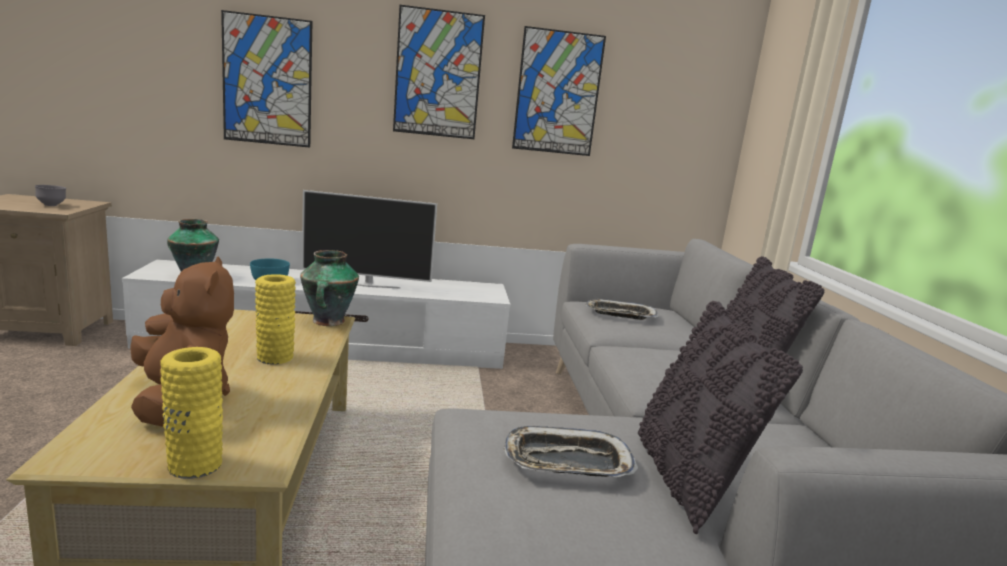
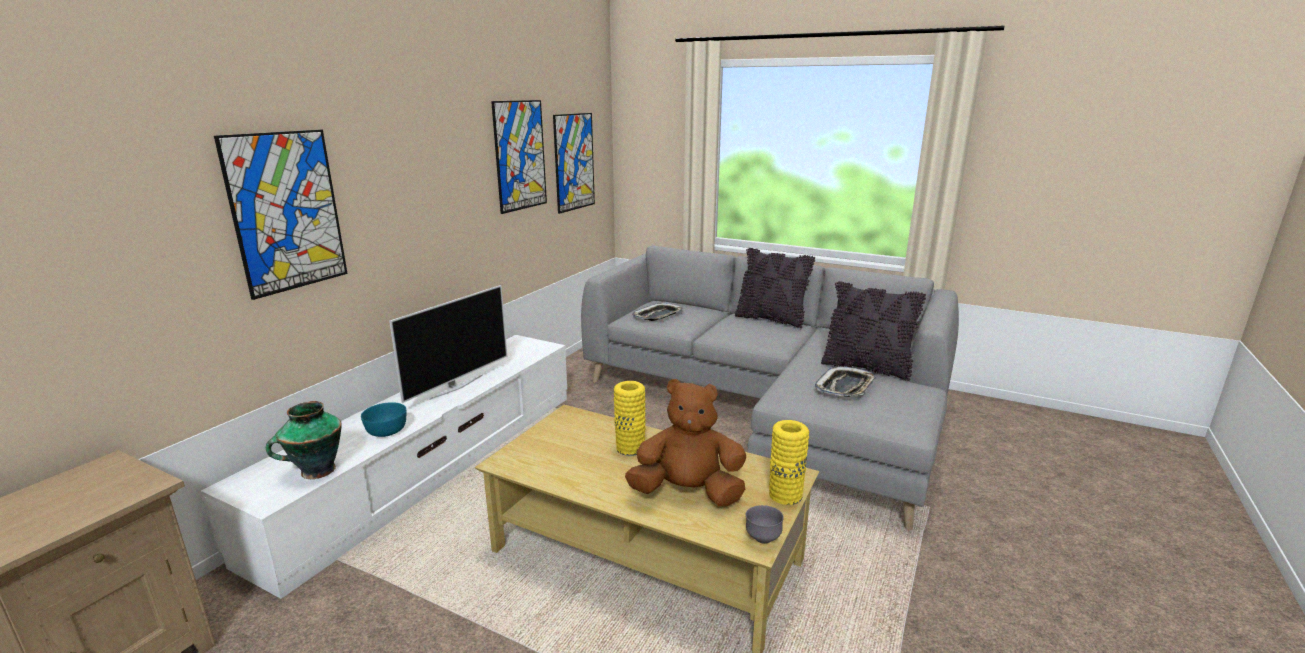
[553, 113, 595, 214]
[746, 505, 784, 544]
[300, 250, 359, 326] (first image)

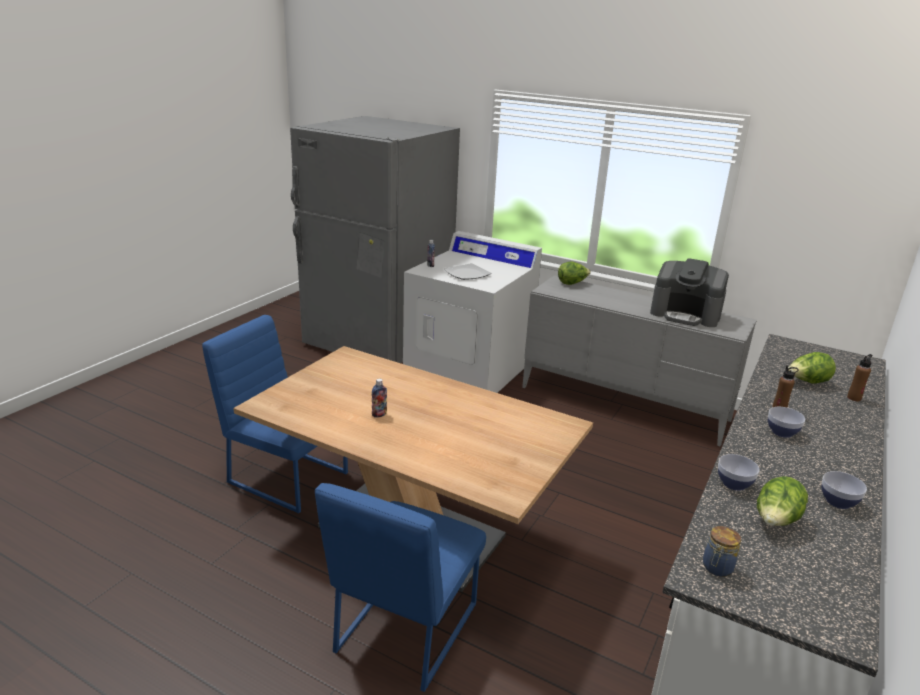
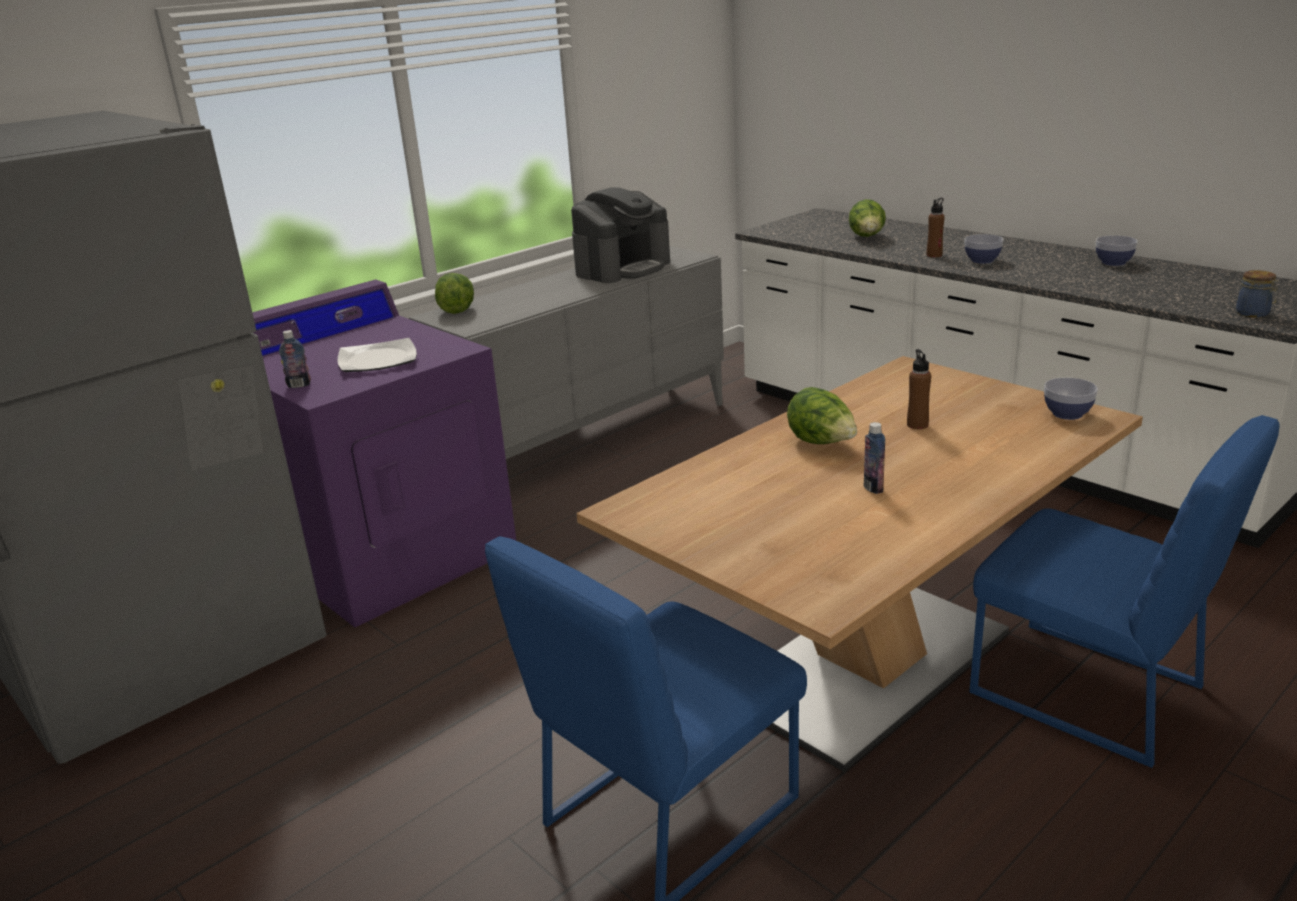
[252, 280, 516, 627]
[907, 349, 931, 429]
[1044, 377, 1098, 420]
[787, 387, 857, 444]

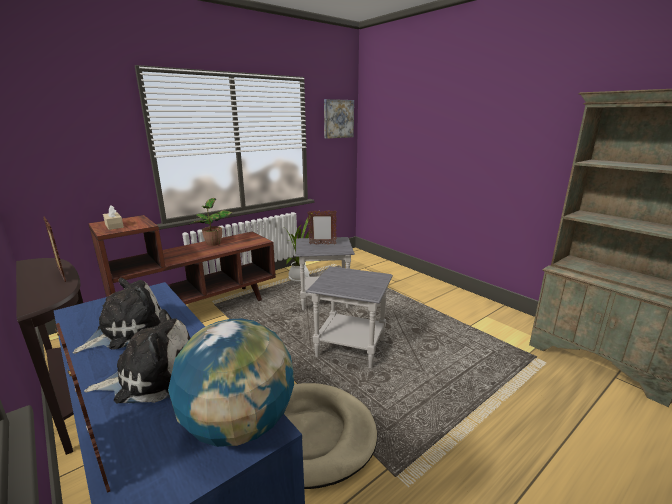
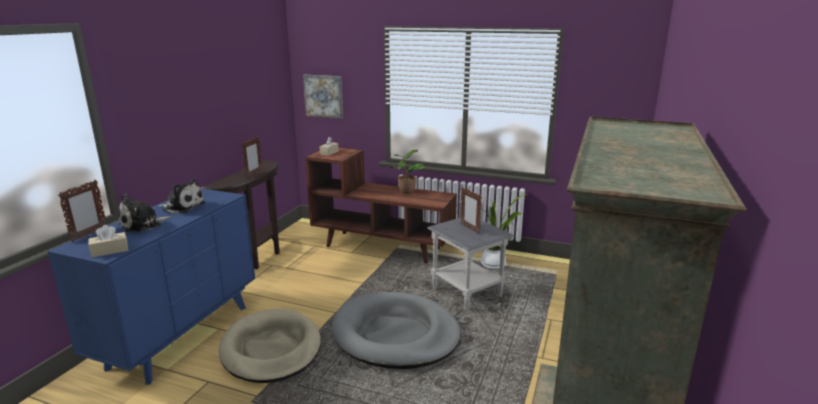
[303, 75, 343, 119]
[331, 292, 461, 369]
[118, 193, 171, 232]
[88, 225, 128, 258]

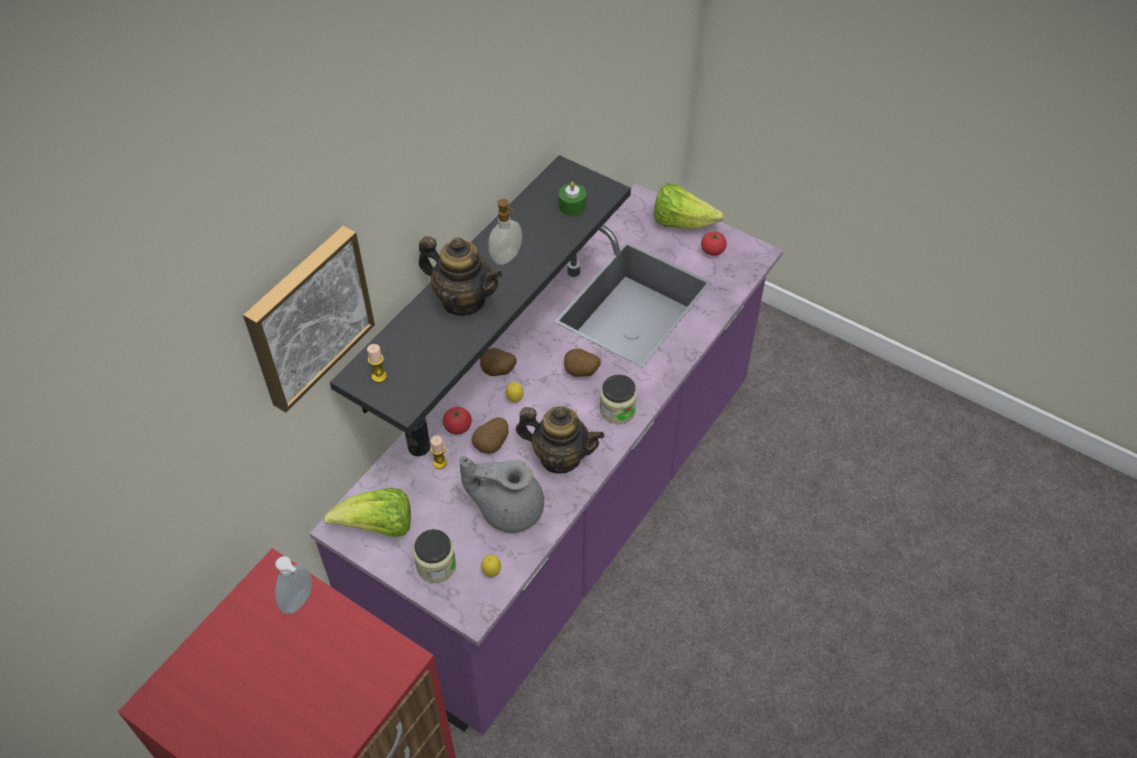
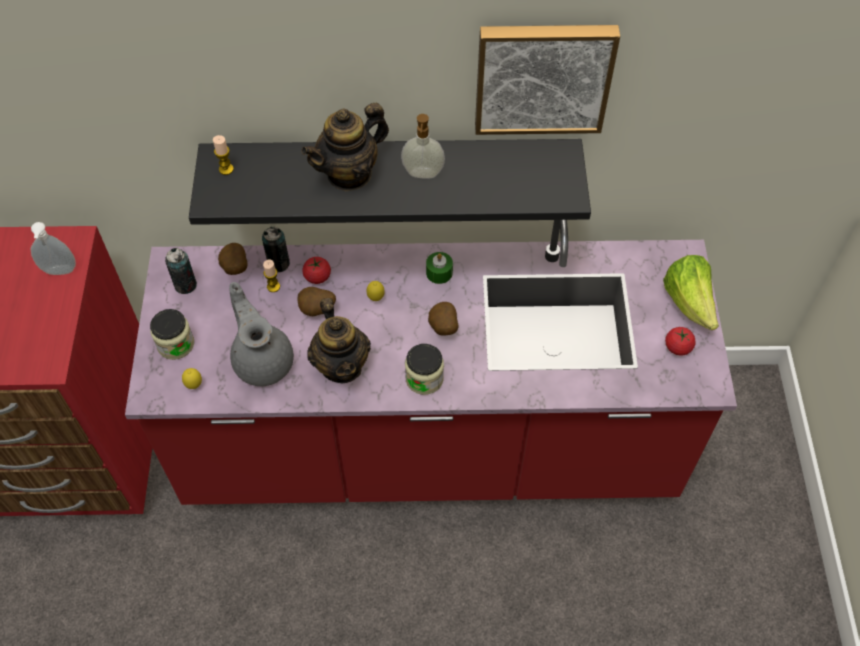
[426, 252, 453, 284]
[125, 220, 737, 505]
[475, 25, 620, 135]
[301, 103, 389, 191]
[218, 243, 248, 275]
[165, 248, 197, 294]

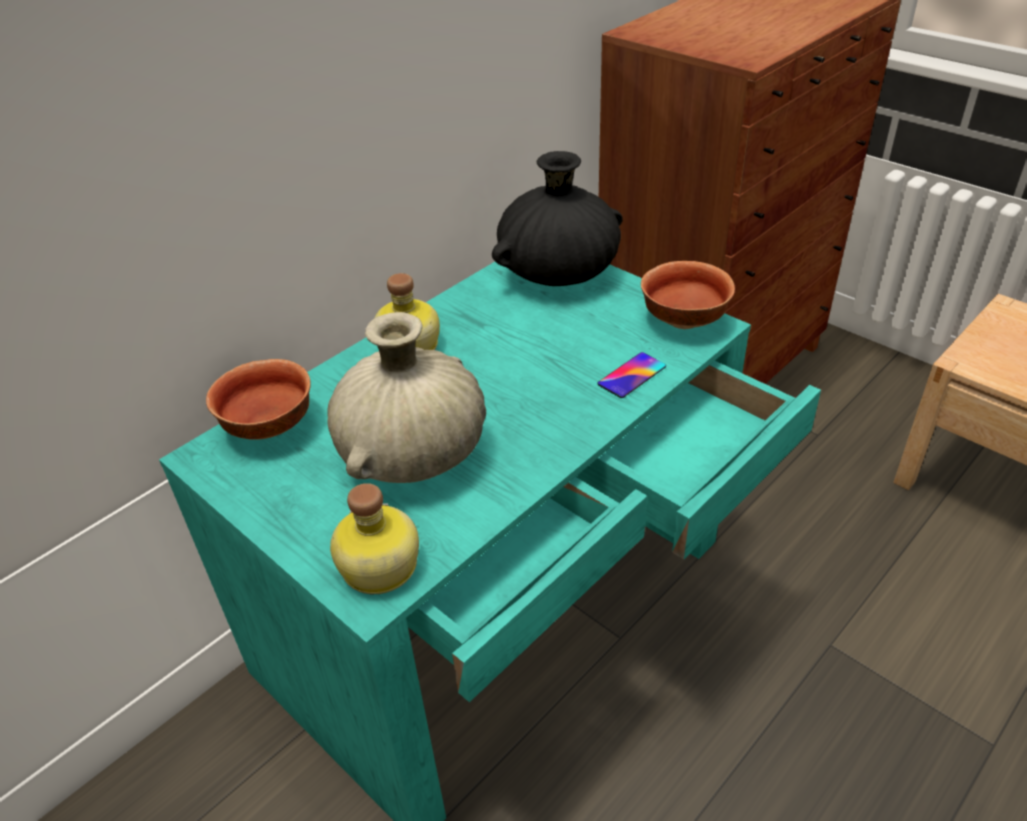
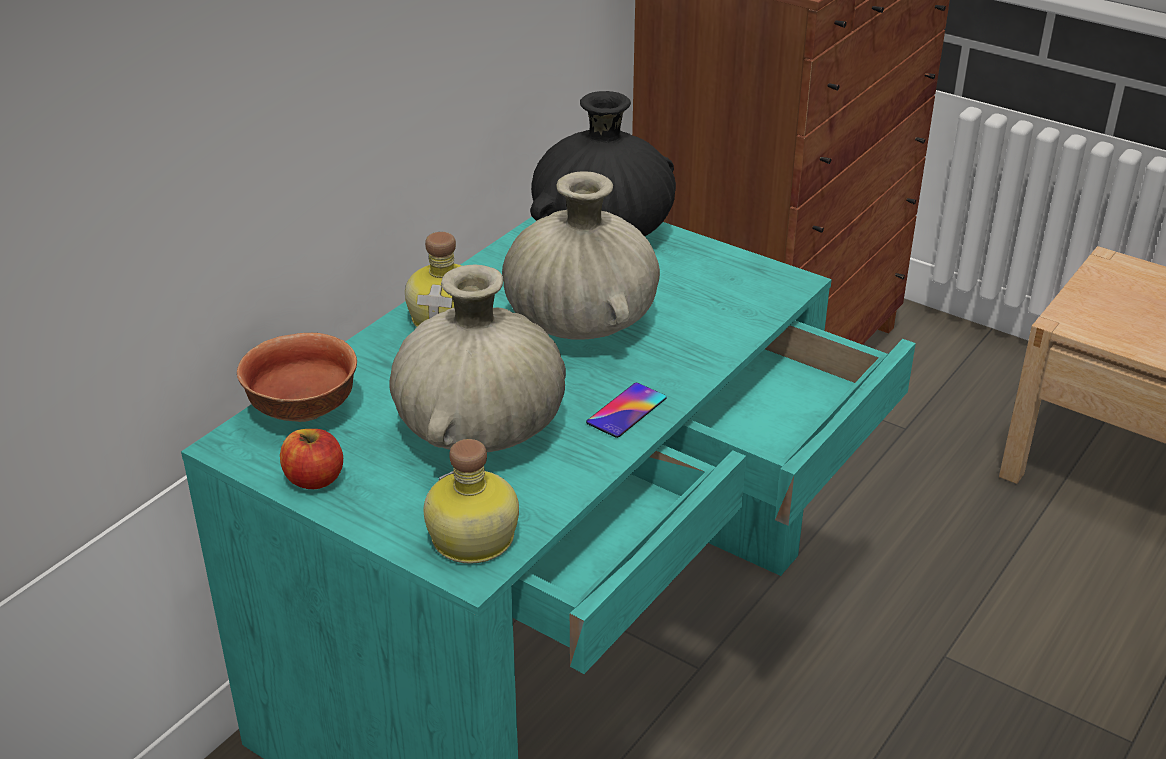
[641, 261, 735, 329] (first image)
[586, 383, 667, 438]
[502, 171, 660, 340]
[280, 429, 343, 489]

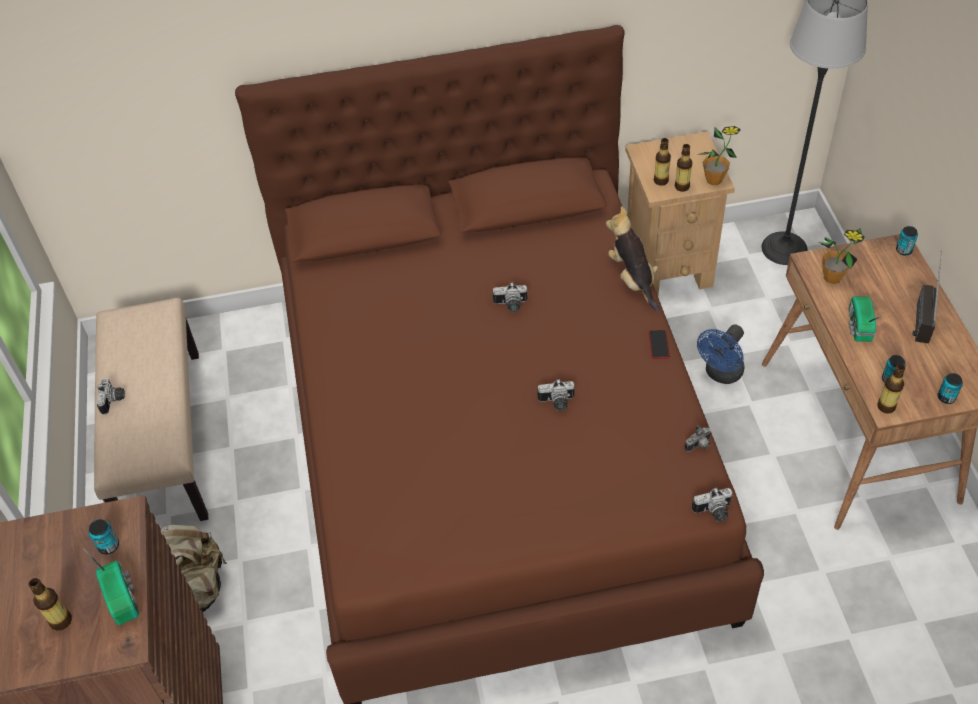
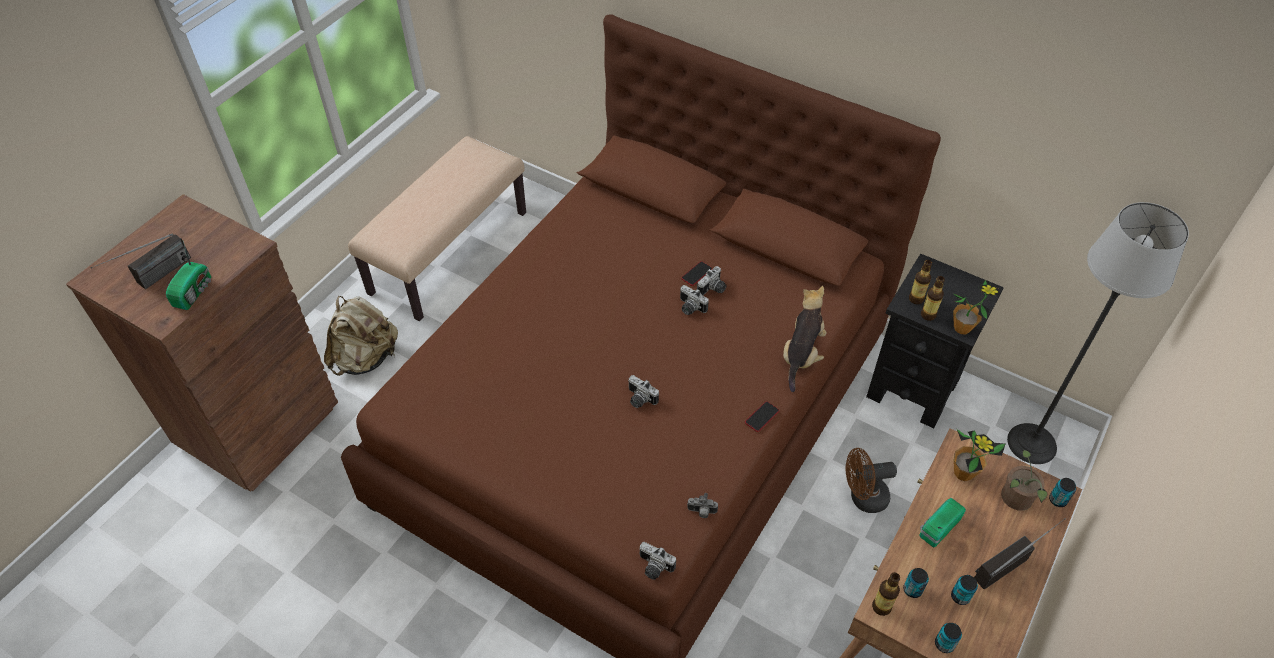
[866, 253, 1004, 428]
[846, 448, 897, 513]
[697, 266, 727, 295]
[951, 575, 978, 605]
[91, 234, 191, 289]
[681, 261, 712, 286]
[1001, 450, 1047, 511]

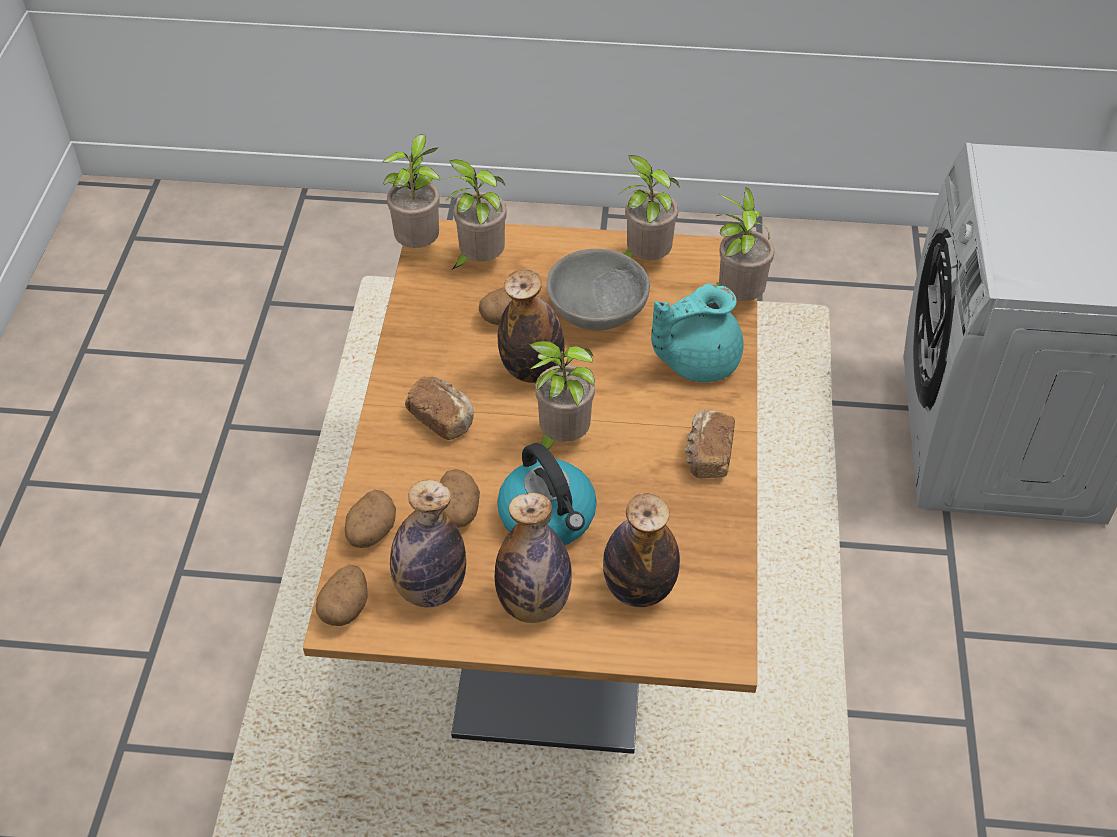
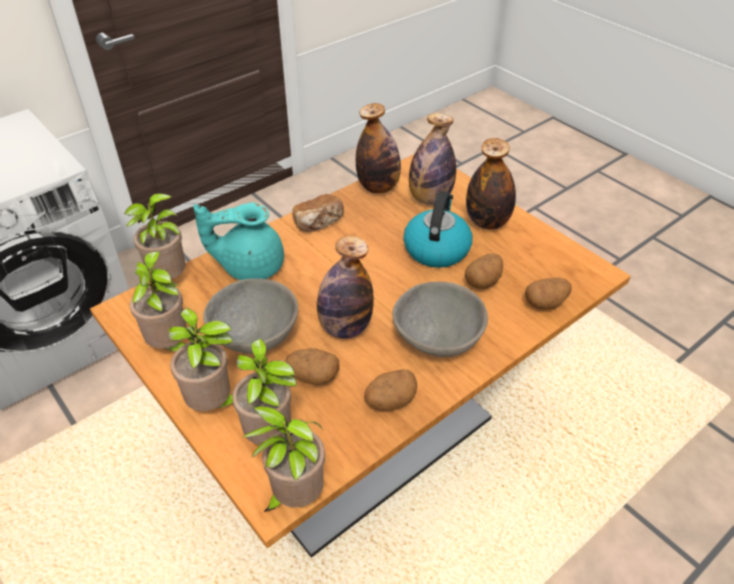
[193, 203, 284, 280]
[169, 308, 233, 411]
[392, 282, 488, 357]
[356, 103, 401, 193]
[364, 369, 417, 411]

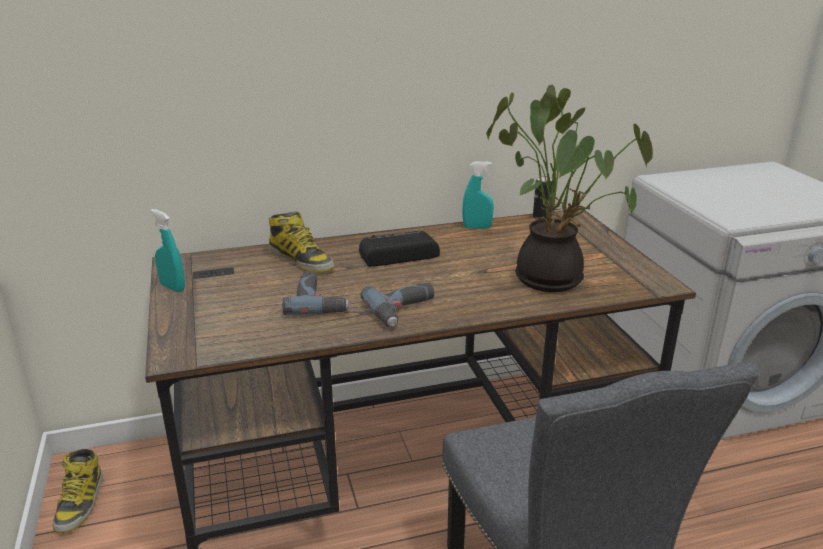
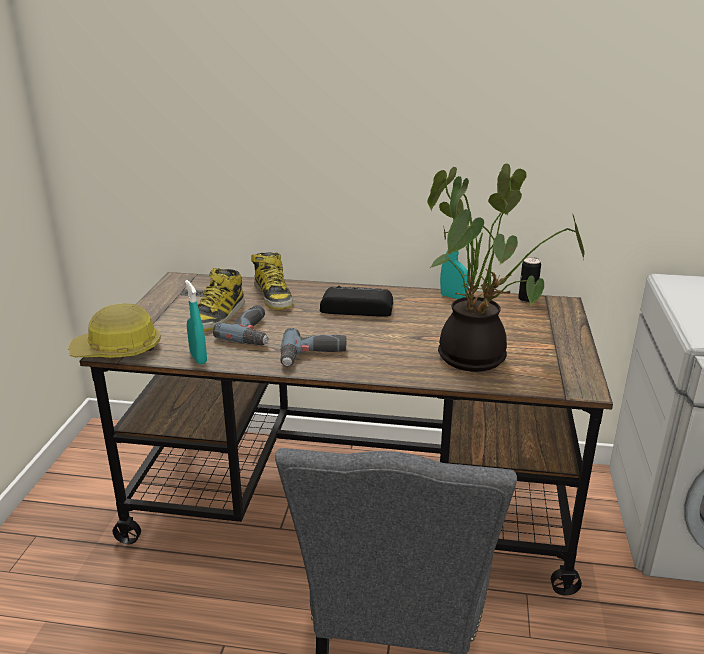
[185, 280, 207, 364]
[198, 268, 245, 331]
[68, 303, 161, 358]

